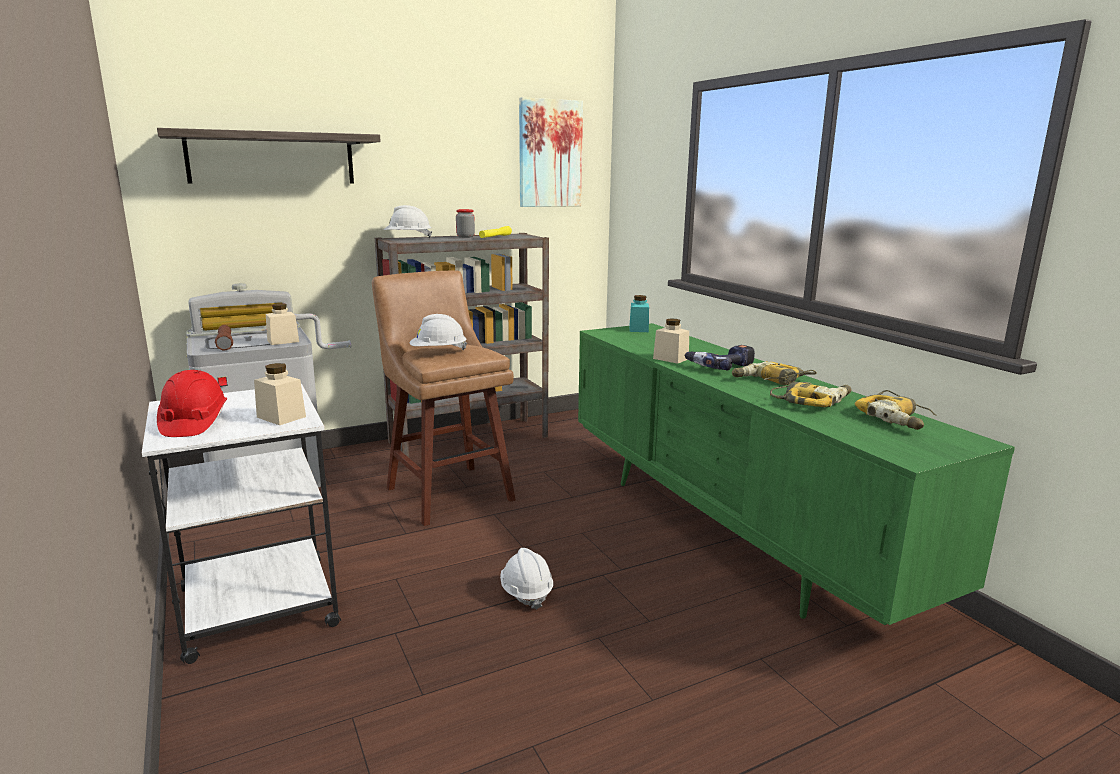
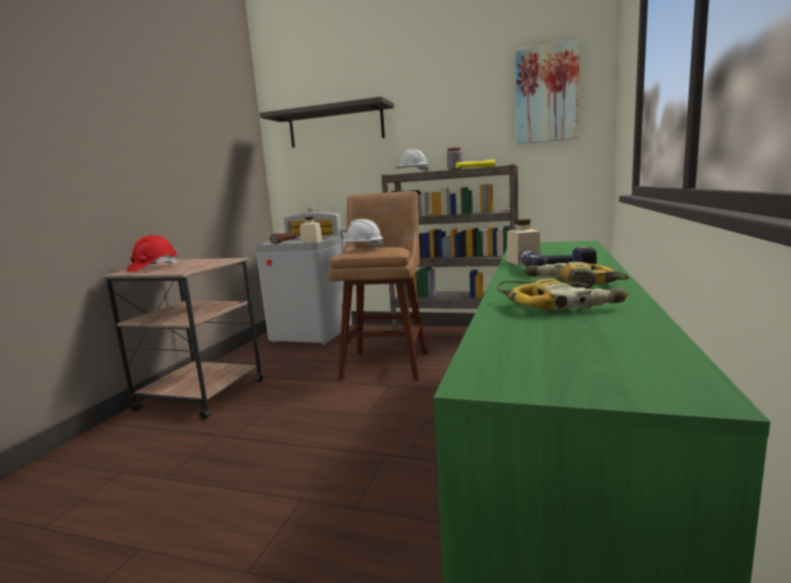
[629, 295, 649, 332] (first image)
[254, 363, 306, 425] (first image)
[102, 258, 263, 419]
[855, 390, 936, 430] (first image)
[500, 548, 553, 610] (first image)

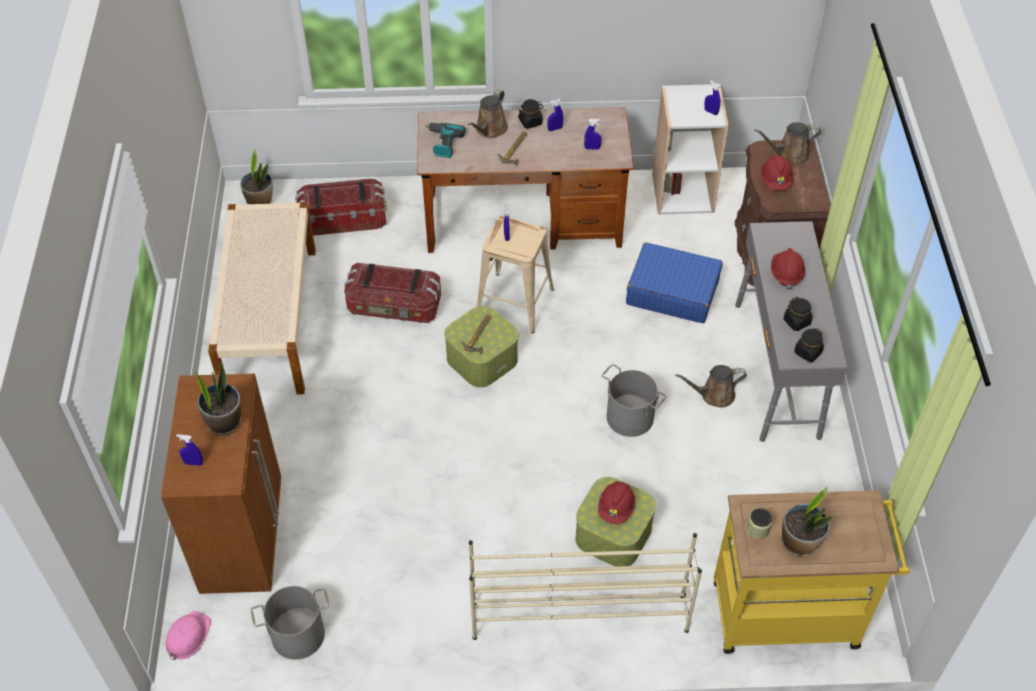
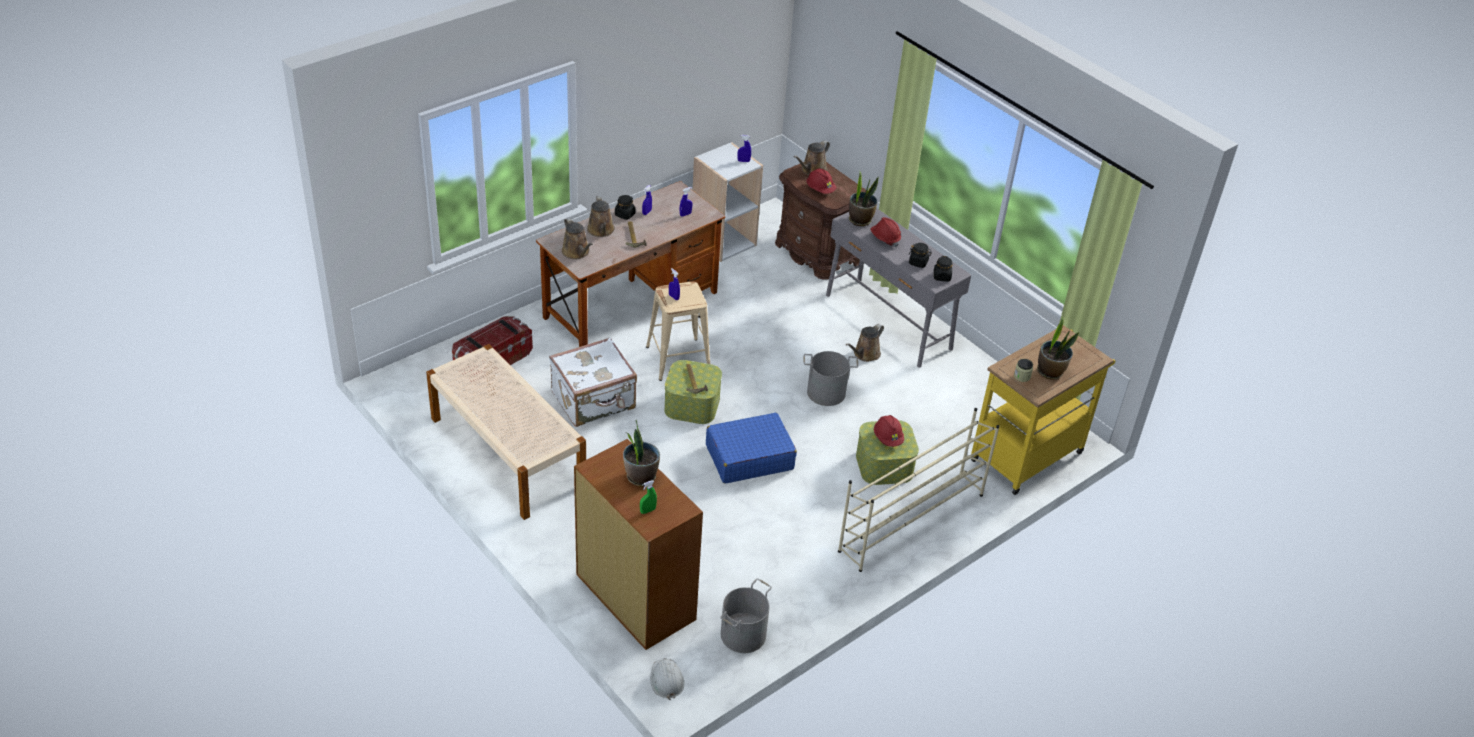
[562, 217, 593, 259]
[849, 170, 879, 226]
[706, 413, 797, 483]
[549, 337, 637, 427]
[640, 480, 657, 514]
[650, 658, 685, 700]

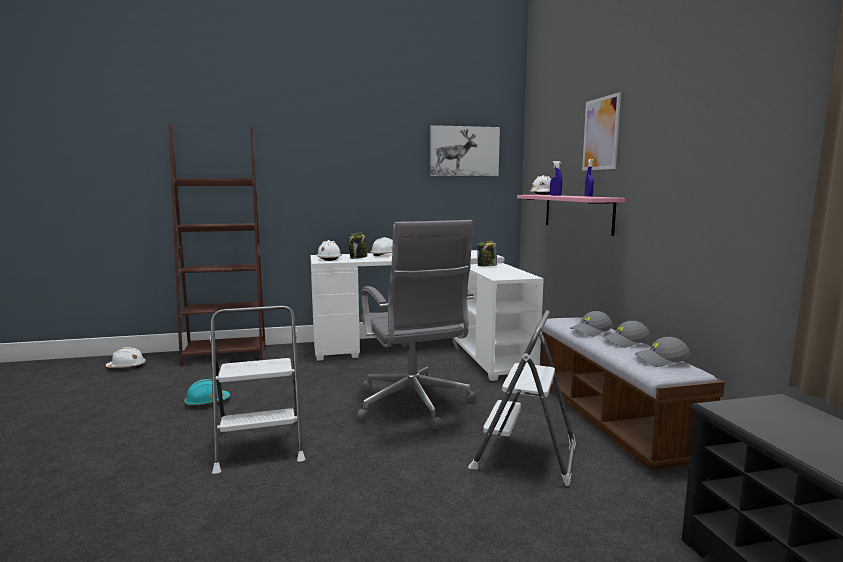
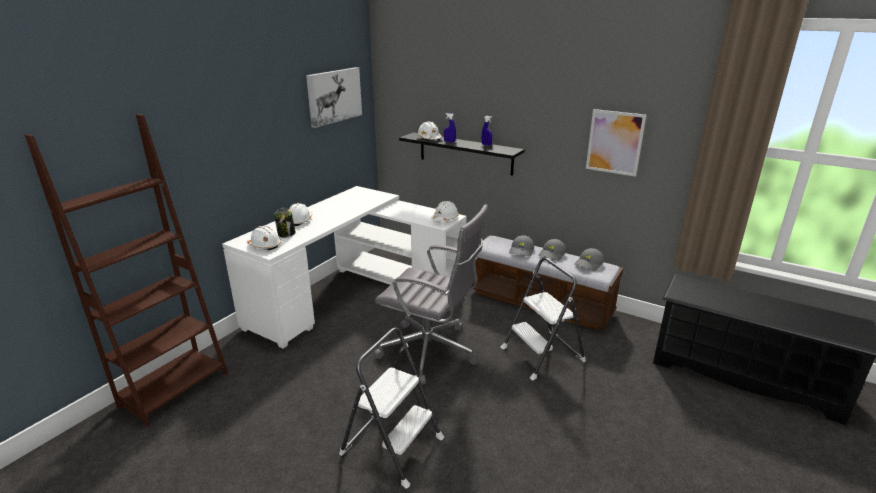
[586, 109, 646, 177]
[399, 132, 525, 176]
[477, 241, 497, 266] (first image)
[431, 201, 459, 222]
[184, 379, 230, 407] (first image)

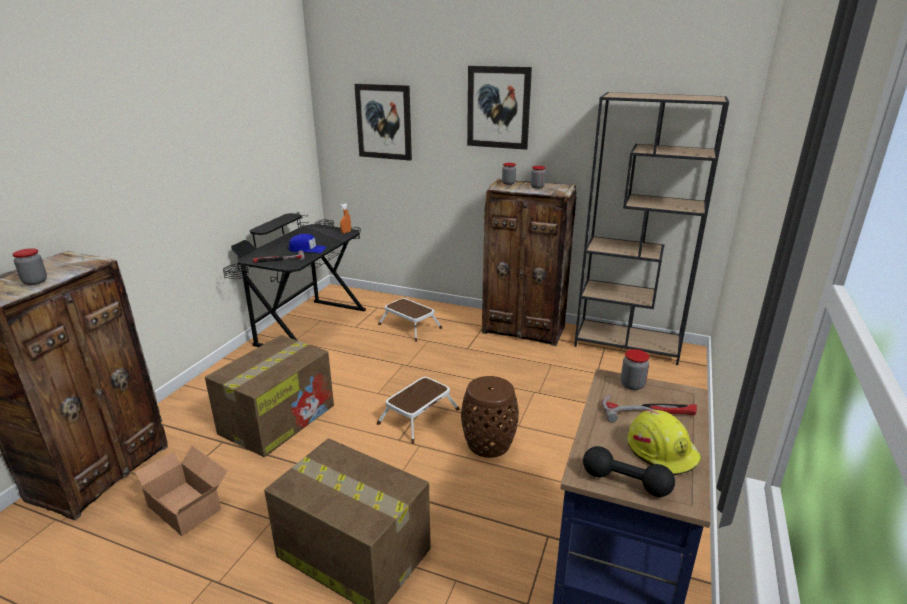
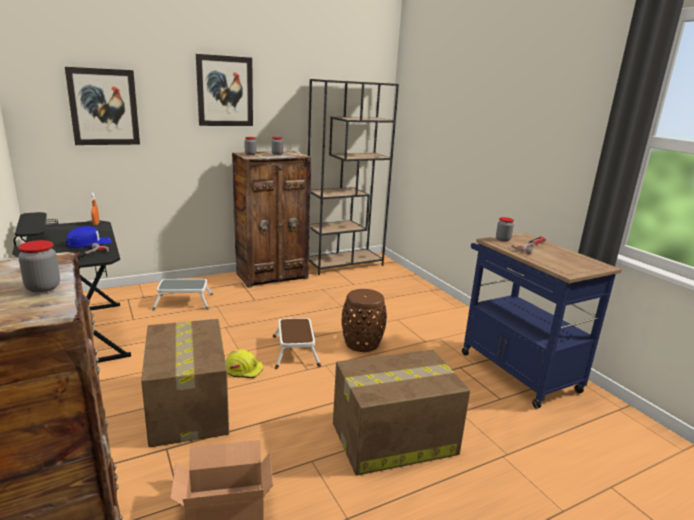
[152, 279, 213, 311]
[226, 349, 263, 379]
[583, 446, 675, 497] (first image)

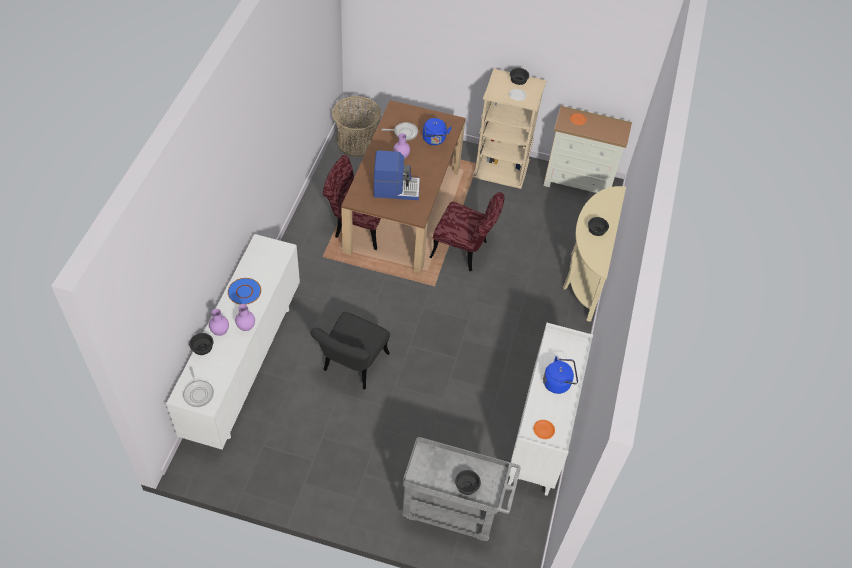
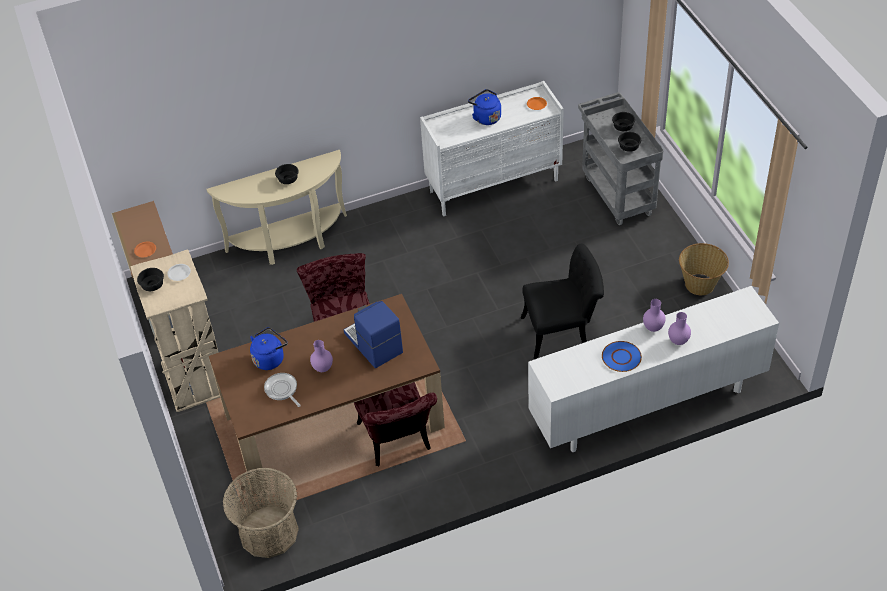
[618, 132, 641, 152]
[183, 367, 214, 407] (first image)
[679, 243, 729, 295]

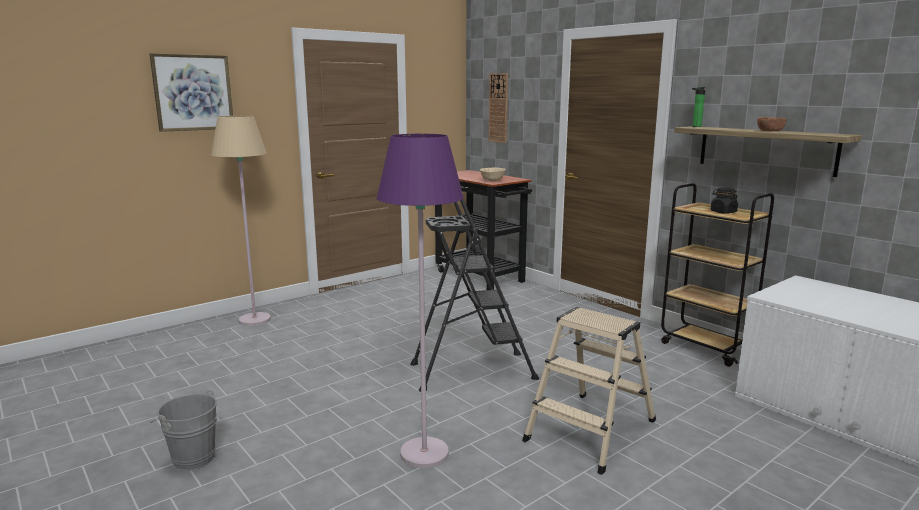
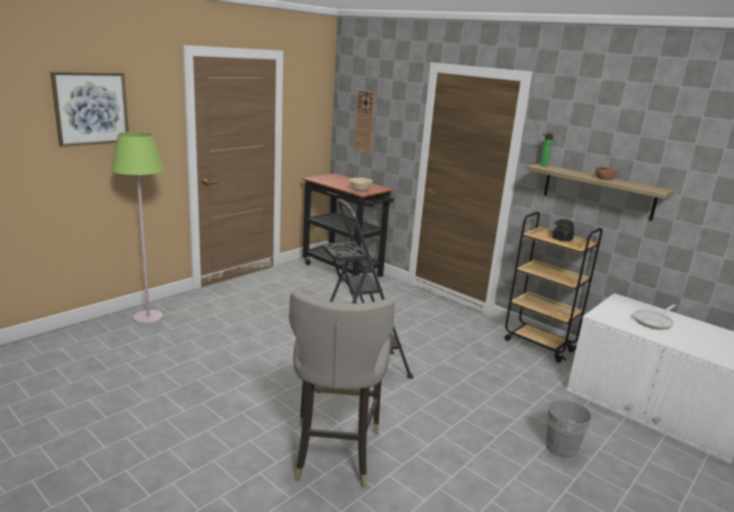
[111, 132, 164, 325]
[289, 291, 395, 488]
[522, 306, 656, 475] (first image)
[538, 395, 593, 459]
[633, 304, 676, 330]

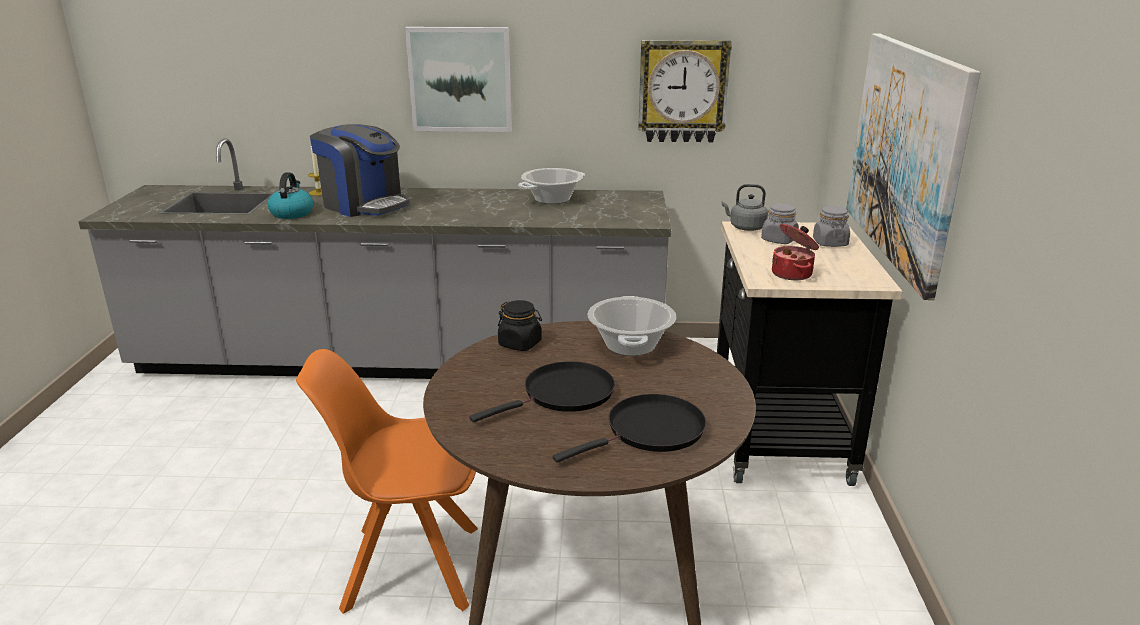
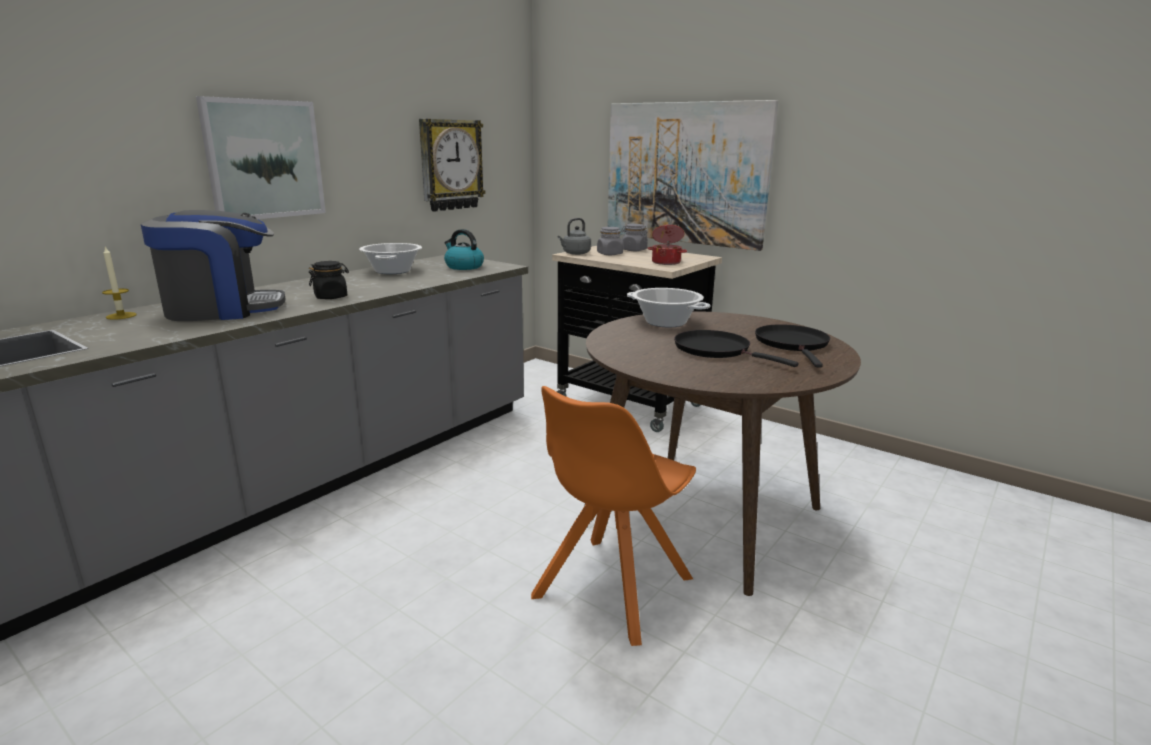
[444, 229, 484, 270]
[309, 261, 349, 299]
[674, 330, 799, 367]

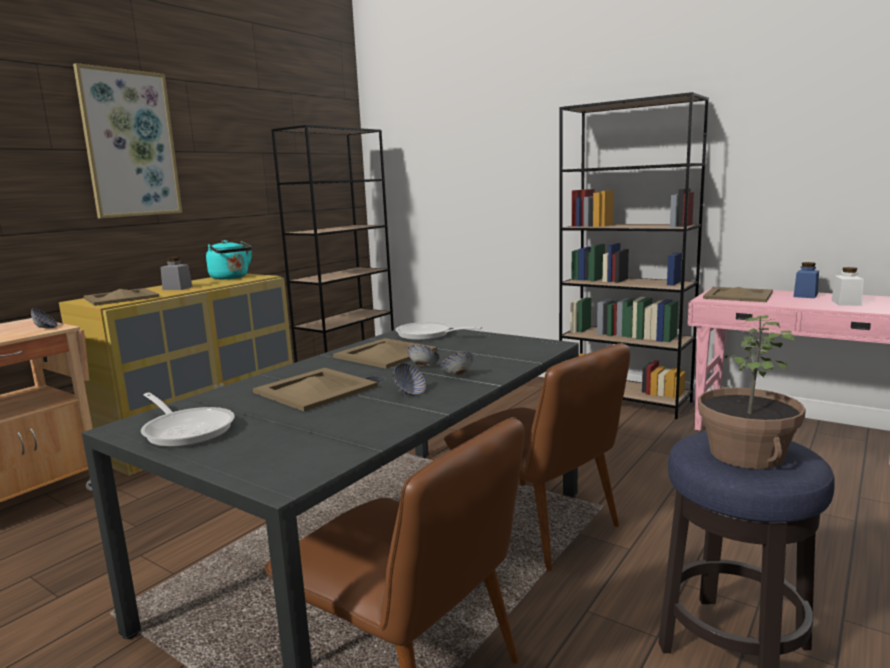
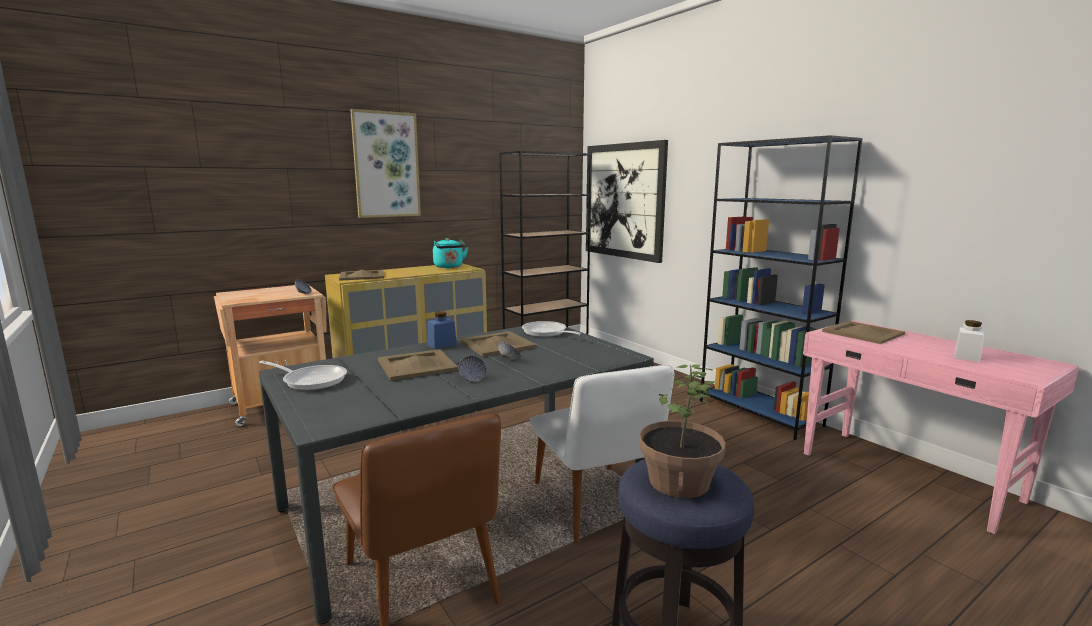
[700, 135, 863, 440]
[160, 257, 192, 290] (first image)
[427, 311, 457, 349]
[530, 365, 674, 543]
[440, 352, 473, 376] (first image)
[259, 361, 347, 391]
[586, 140, 668, 263]

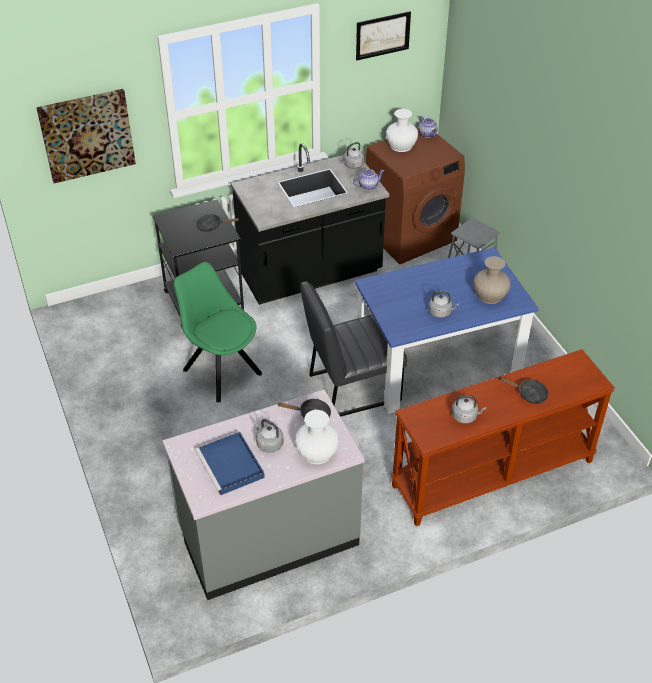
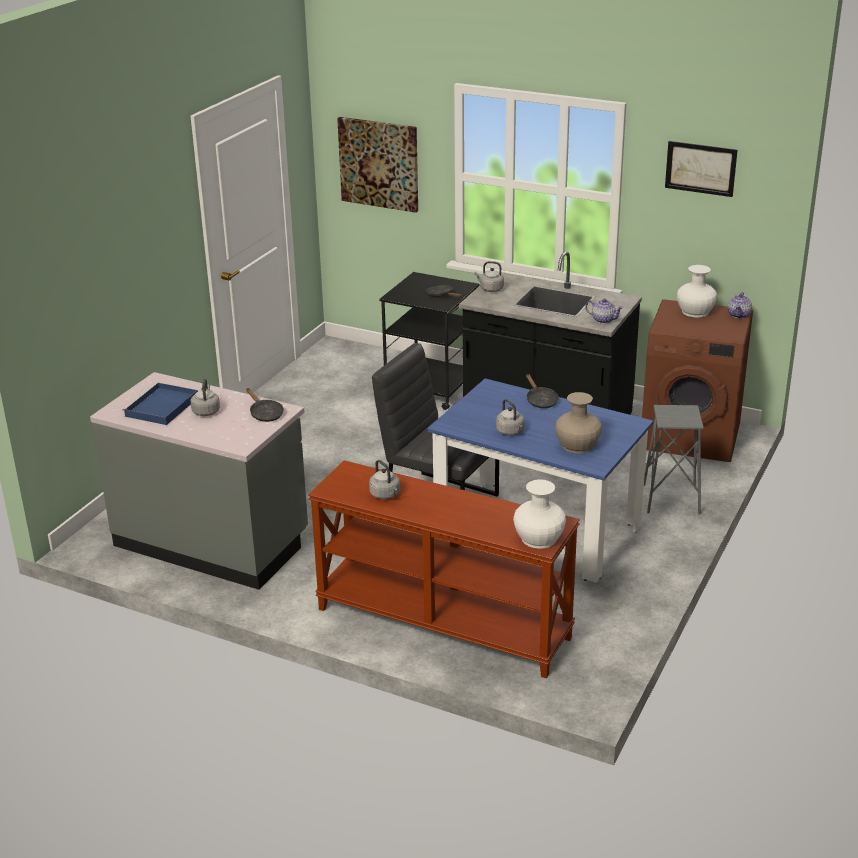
[474, 261, 504, 292]
[173, 262, 262, 402] (first image)
[526, 374, 559, 408]
[513, 479, 566, 549]

